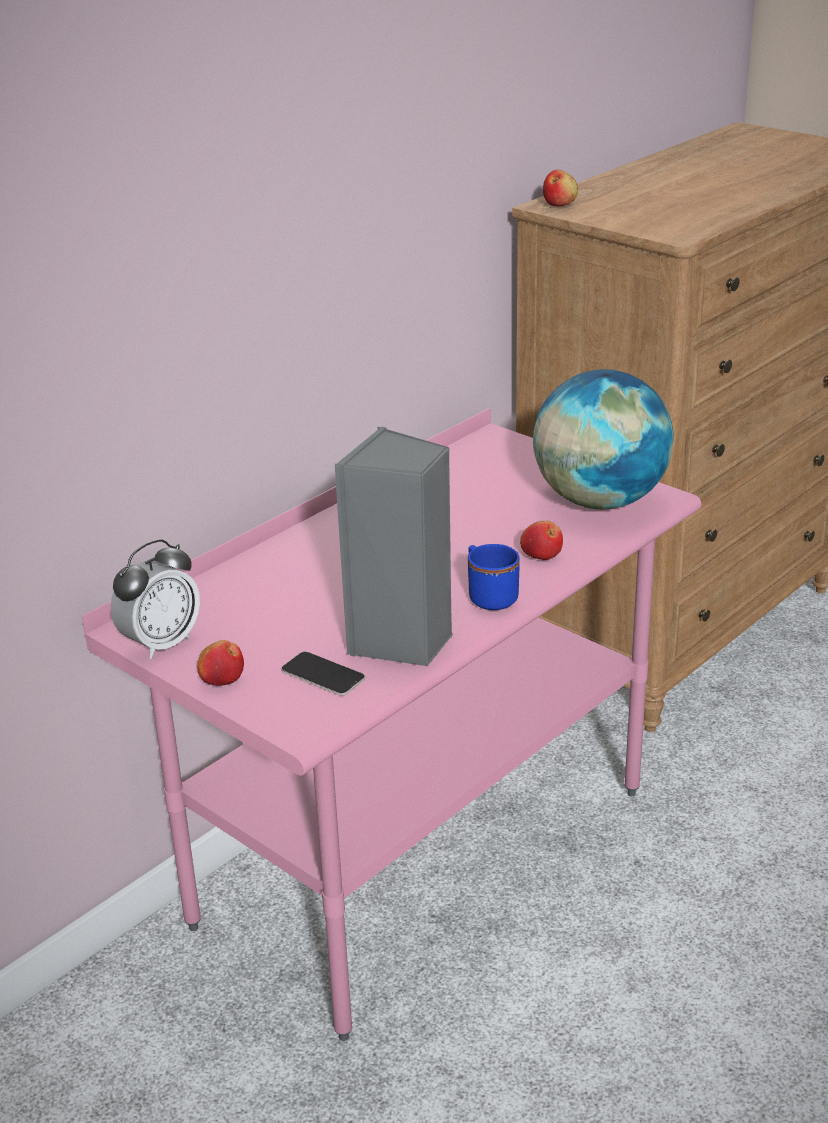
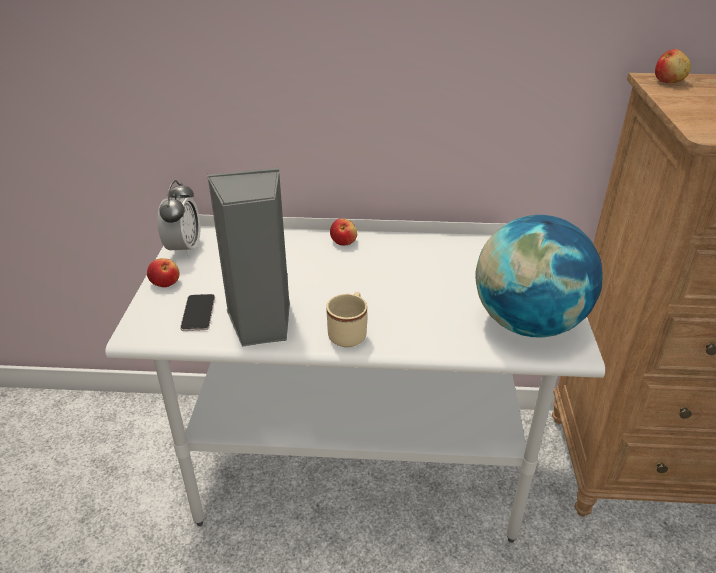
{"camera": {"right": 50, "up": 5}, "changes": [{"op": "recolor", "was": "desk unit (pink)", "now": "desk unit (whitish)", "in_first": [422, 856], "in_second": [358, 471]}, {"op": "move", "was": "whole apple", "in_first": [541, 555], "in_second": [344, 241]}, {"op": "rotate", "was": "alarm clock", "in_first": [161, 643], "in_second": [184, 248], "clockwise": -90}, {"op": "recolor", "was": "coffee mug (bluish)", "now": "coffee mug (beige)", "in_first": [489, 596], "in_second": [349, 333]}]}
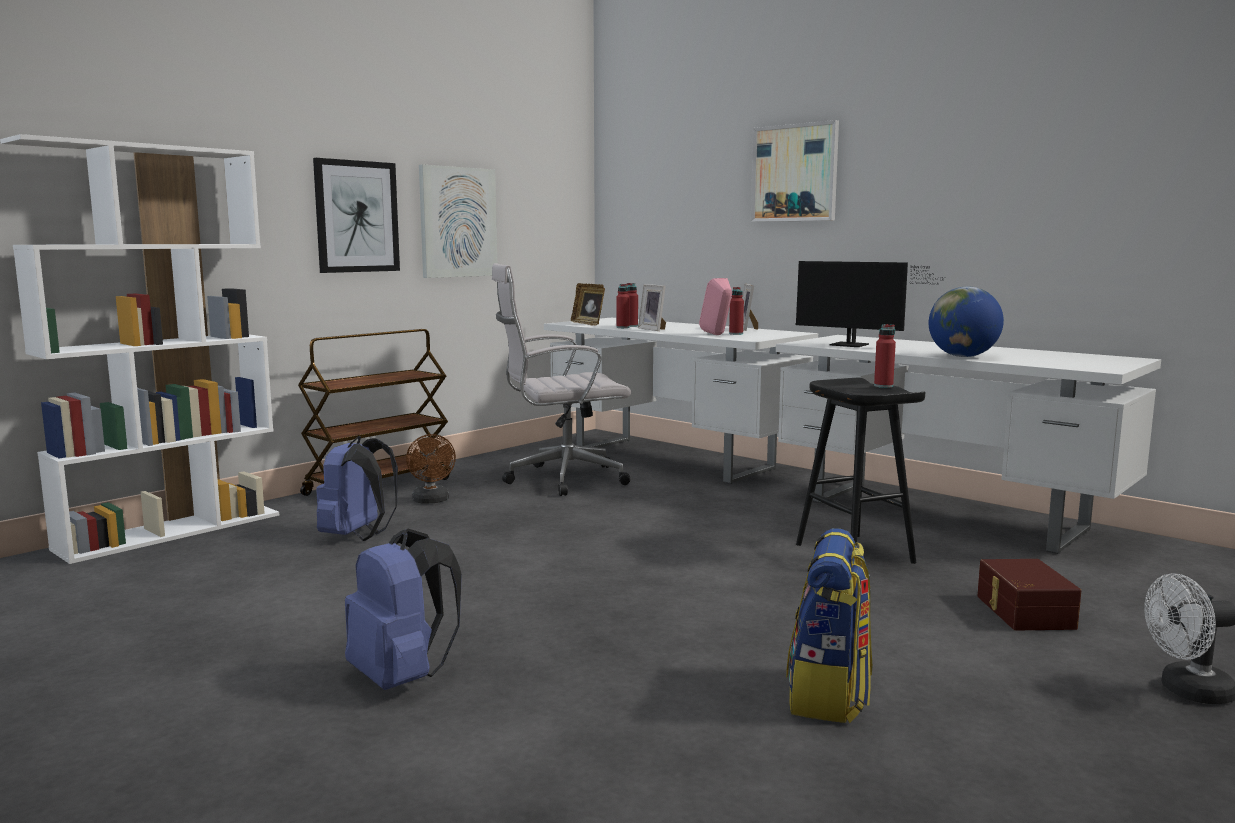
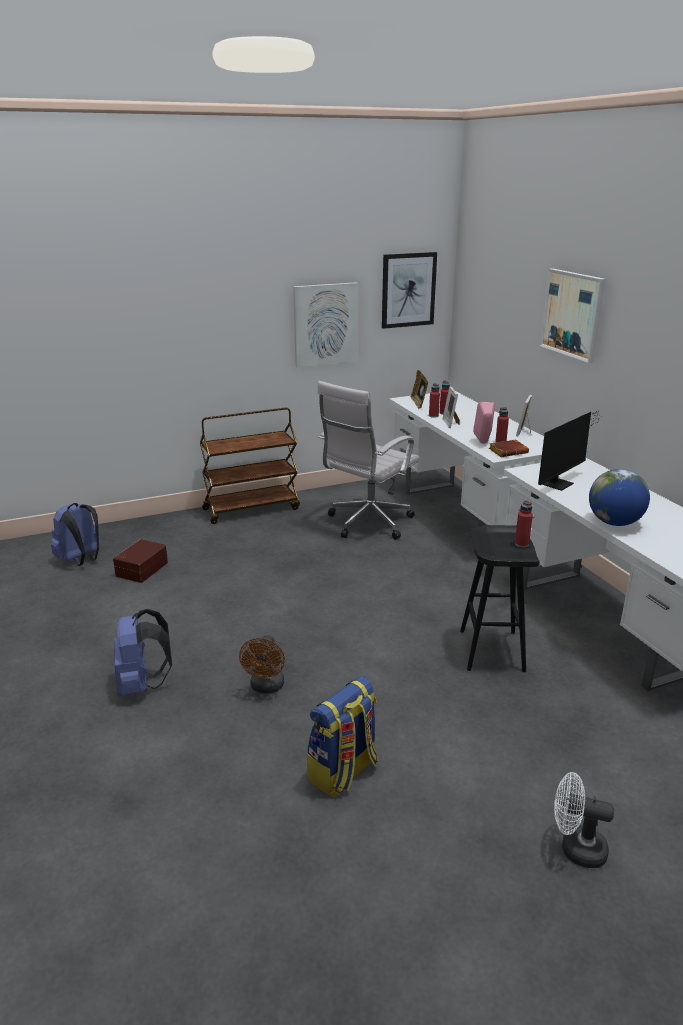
{"camera": {"right": 25, "up": 15}, "changes": [{"op": "delete", "was": "bookshelf (whitish)", "in_first": [171, 531]}, {"op": "move", "was": "wall picture", "in_first": [356, 216], "in_second": [408, 290]}, {"op": "rotate", "was": "computer display", "in_first": [854, 345], "in_second": [560, 482], "clockwise": -105}, {"op": "rotate", "was": "office chair (whitish)", "in_first": [560, 479], "in_second": [367, 524], "clockwise": -60}, {"op": "move", "was": "electric fan (brown)", "in_first": [431, 501], "in_second": [266, 687]}, {"op": "move", "was": "rucksack (bluish)", "in_first": [358, 536], "in_second": [81, 560]}, {"op": "move", "was": "storage container (brown)", "in_first": [1023, 612], "in_second": [141, 569]}, {"op": "insert", "now": "book (brown)", "in_second": [508, 451]}]}
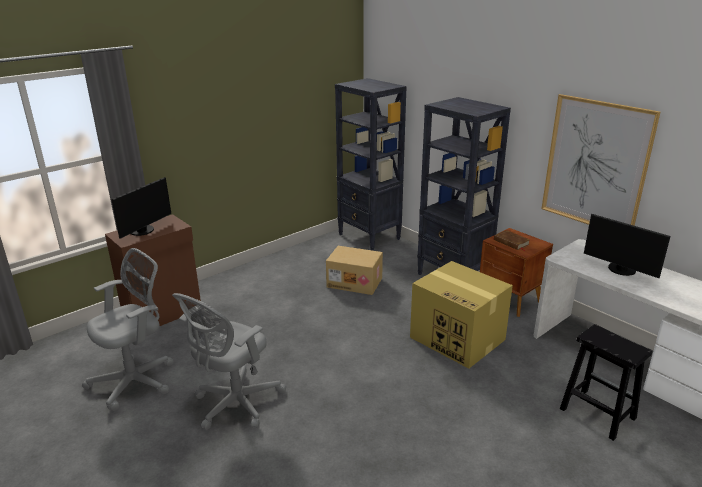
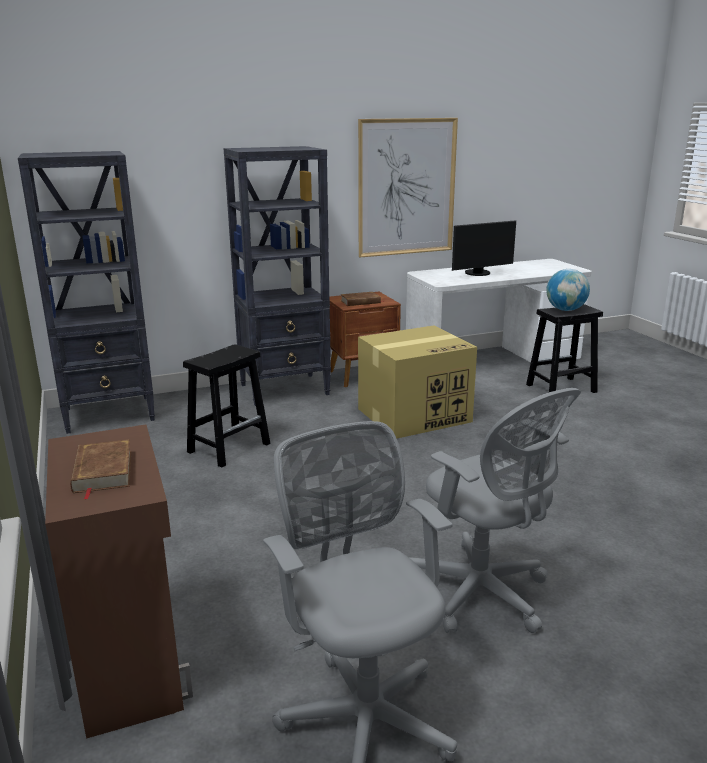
{"camera": {"right": -70, "up": -5}, "changes": [{"op": "replace", "was": "computer display", "now": "book (brown)", "in_first": [144, 231], "in_second": [102, 471]}, {"op": "replace", "was": "packing box", "now": "sitting stool (blackish)", "in_first": [355, 282], "in_second": [229, 447]}, {"op": "insert", "now": "desk globe", "in_second": [565, 310]}]}
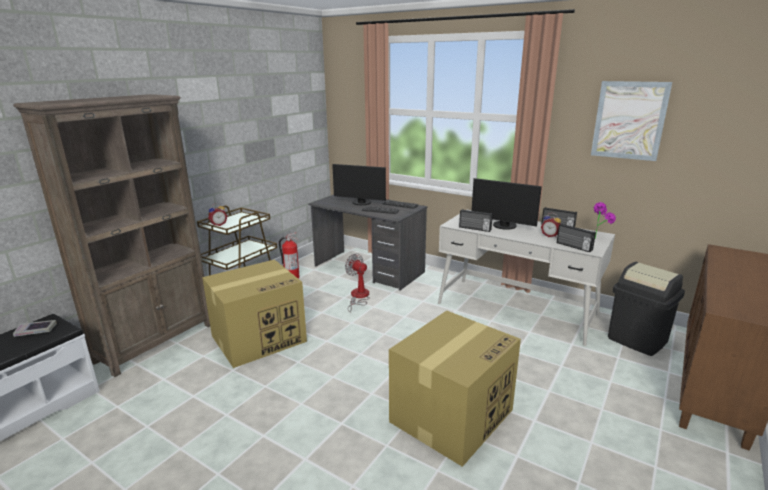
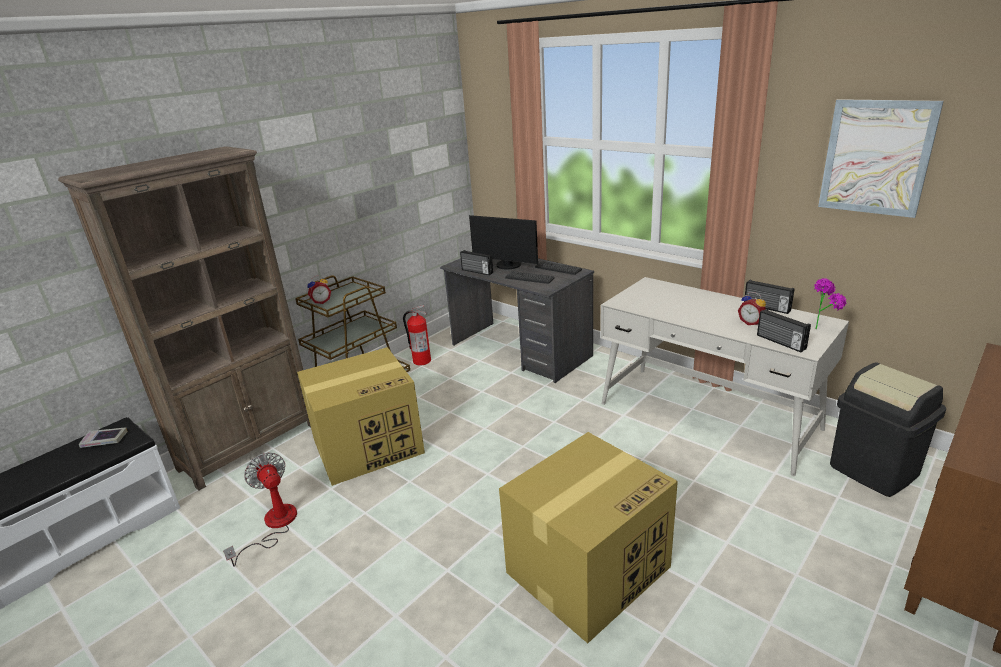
{"camera": {"right": 10, "up": 5}, "changes": [{"op": "delete", "was": "computer display", "in_first": [504, 226]}, {"op": "move", "was": "radio set", "in_first": [474, 228], "in_second": [476, 271]}, {"op": "move", "was": "electric fan", "in_first": [358, 297], "in_second": [273, 525]}]}
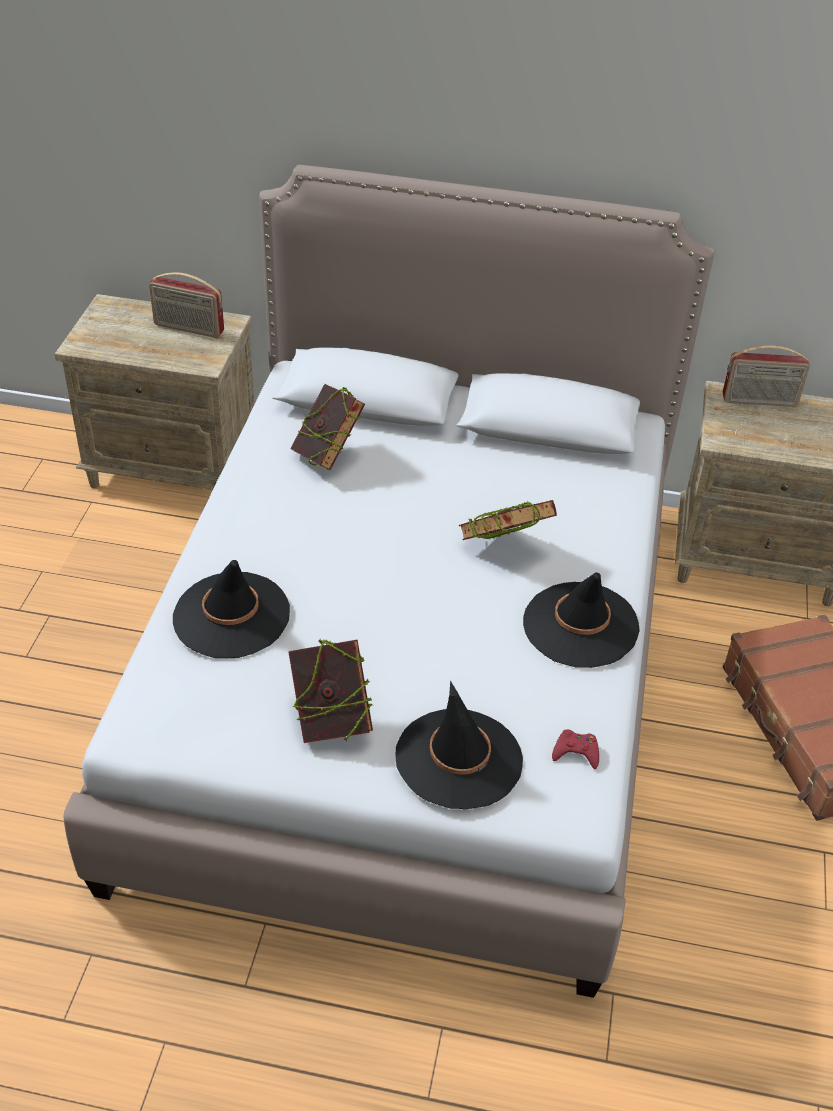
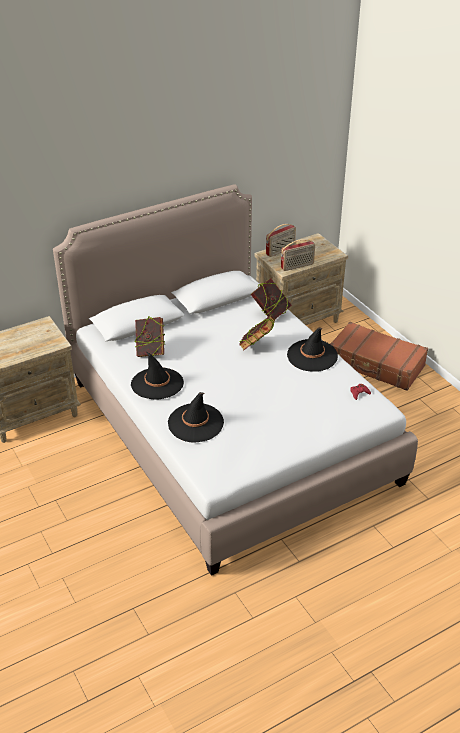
{"camera": {"right": -40, "up": -5}, "changes": [{"op": "move", "was": "radio set", "in_first": [188, 328], "in_second": [297, 266]}, {"op": "move", "was": "book", "in_first": [331, 720], "in_second": [270, 314]}, {"op": "move", "was": "wearable hat (blackish)", "in_first": [459, 759], "in_second": [157, 383]}]}
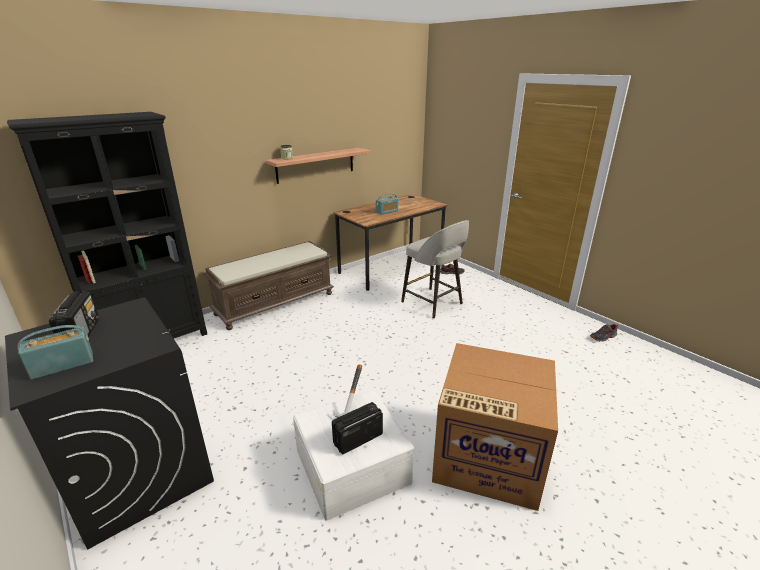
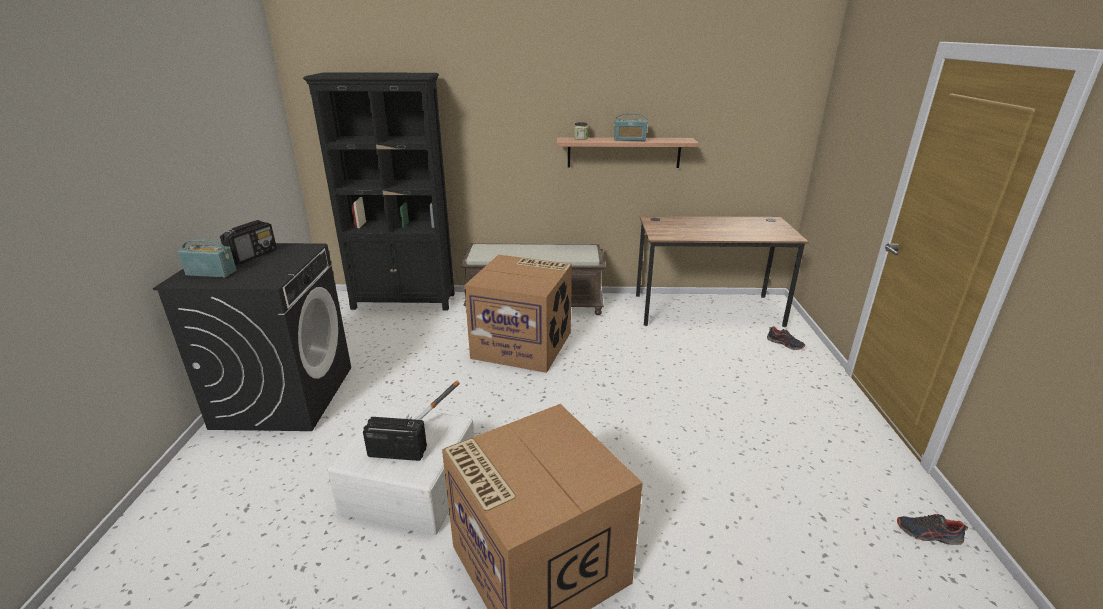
{"camera": {"right": 40, "up": 0}, "changes": [{"op": "move", "was": "radio set", "in_first": [387, 211], "in_second": [629, 139]}, {"op": "delete", "was": "sitting stool (greyish)", "in_first": [433, 303]}, {"op": "insert", "now": "packing box", "in_second": [524, 344]}]}
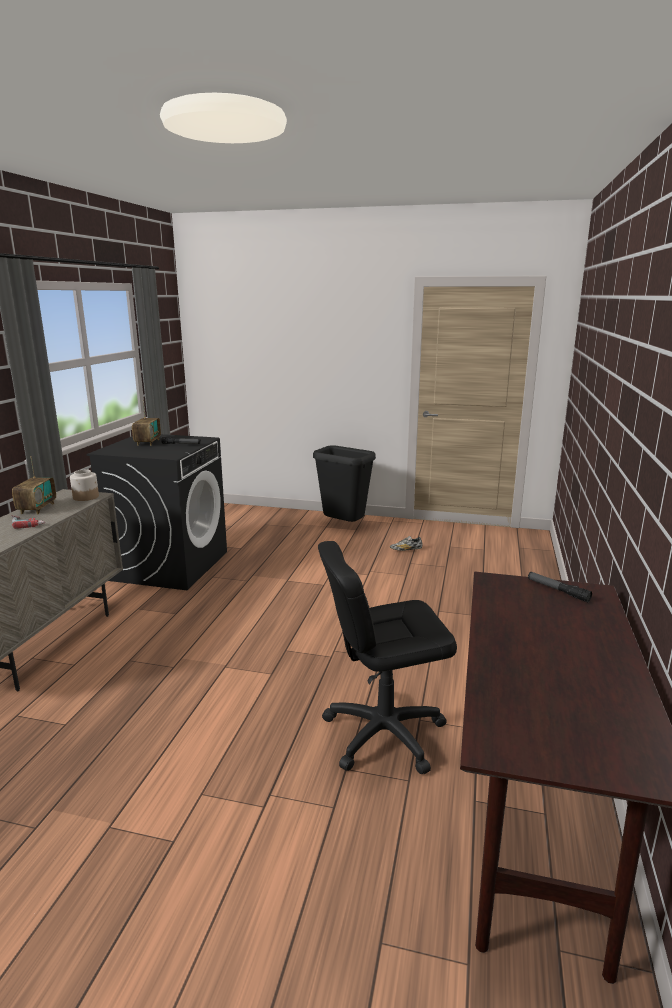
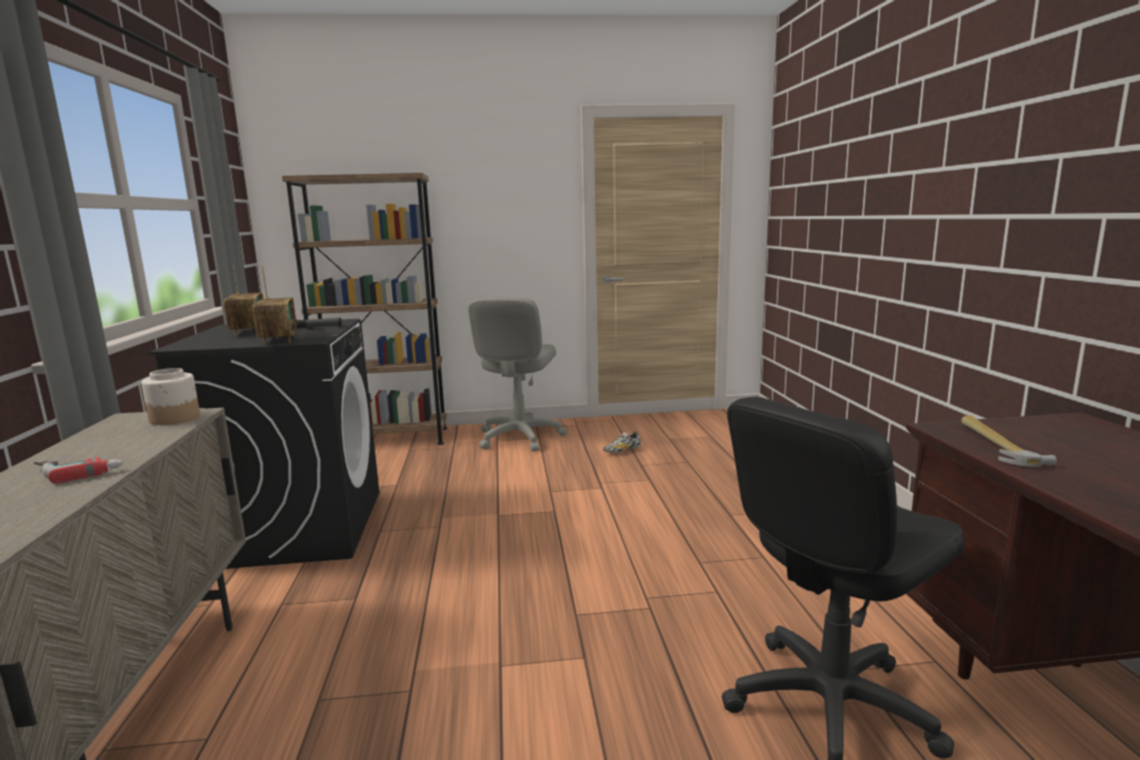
{"camera": {"right": -20, "up": -5}, "changes": [{"op": "replace", "was": "rubbish bin (blackish)", "now": "office chair (greyish)", "in_first": [343, 527], "in_second": [519, 437]}, {"op": "move", "was": "radio set", "in_first": [37, 508], "in_second": [278, 340]}, {"op": "delete", "was": "hand torch", "in_first": [557, 590]}, {"op": "insert", "now": "bookshelf (brown)", "in_second": [386, 439]}, {"op": "insert", "now": "hammer", "in_second": [997, 444]}]}
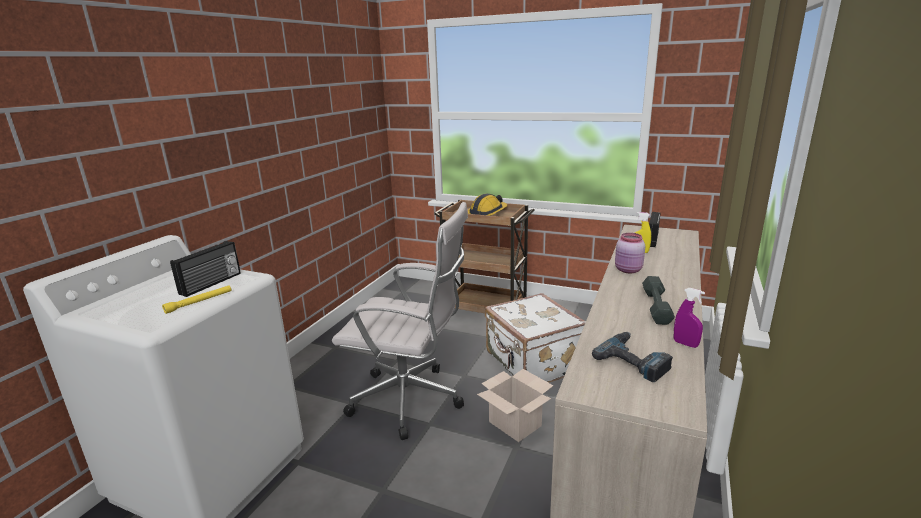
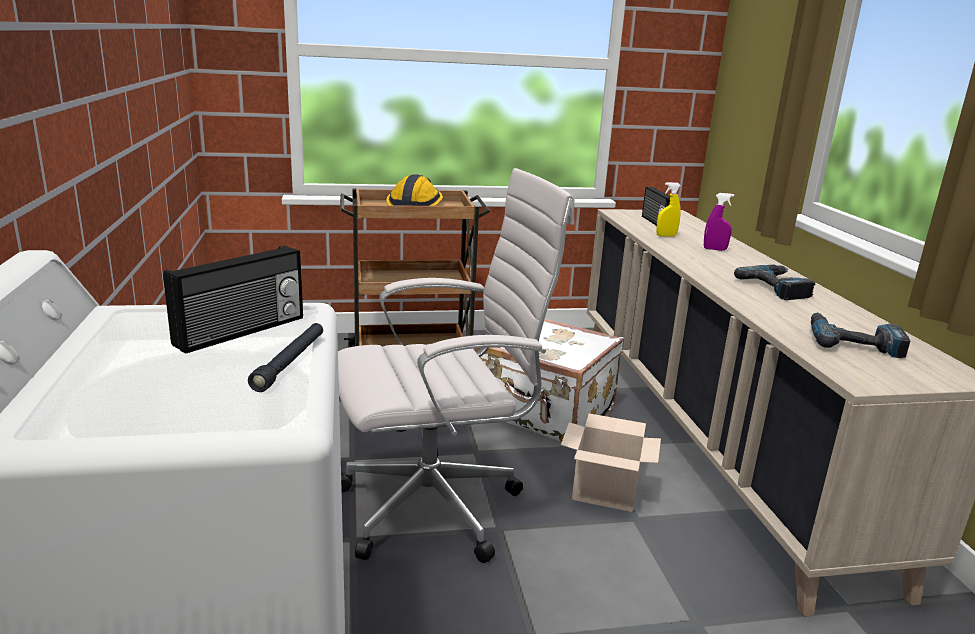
{"camera": {"right": -35, "up": 0}, "changes": [{"op": "delete", "was": "storage jar (pink)", "in_first": [628, 270]}, {"op": "rotate", "was": "radio set", "in_first": [211, 284], "in_second": [242, 332], "clockwise": 45}, {"op": "replace", "was": "free weight (greyish)", "now": "power drill", "in_first": [656, 306], "in_second": [778, 287]}, {"op": "recolor", "was": "hand torch (yellowish)", "now": "hand torch (blackish)", "in_first": [199, 302], "in_second": [290, 362]}, {"op": "move", "was": "sprayer (purplish)", "in_first": [685, 344], "in_second": [715, 249]}]}
